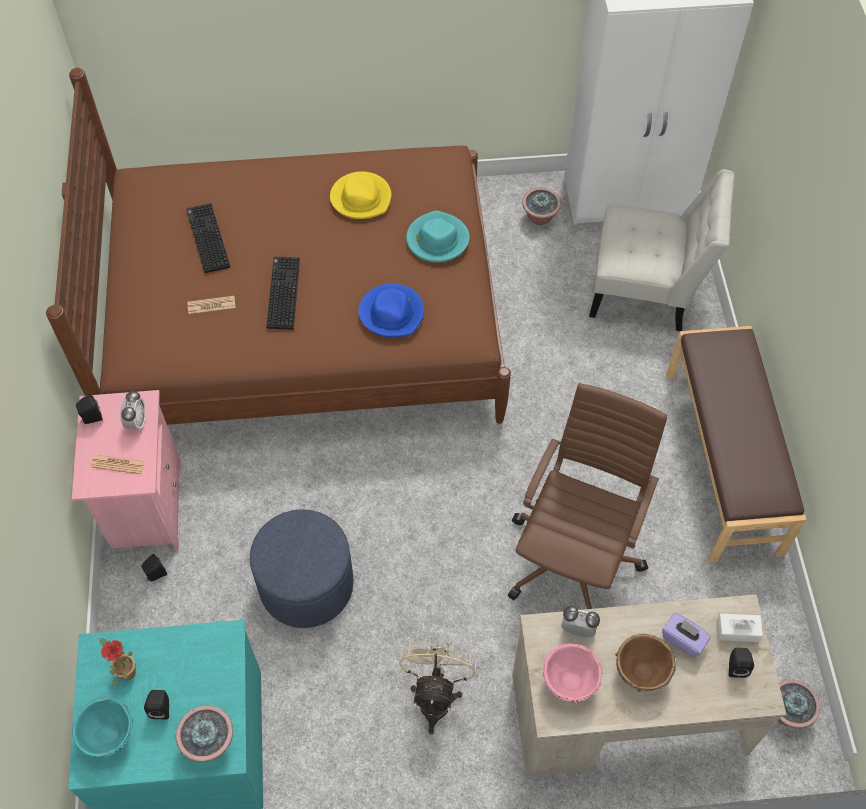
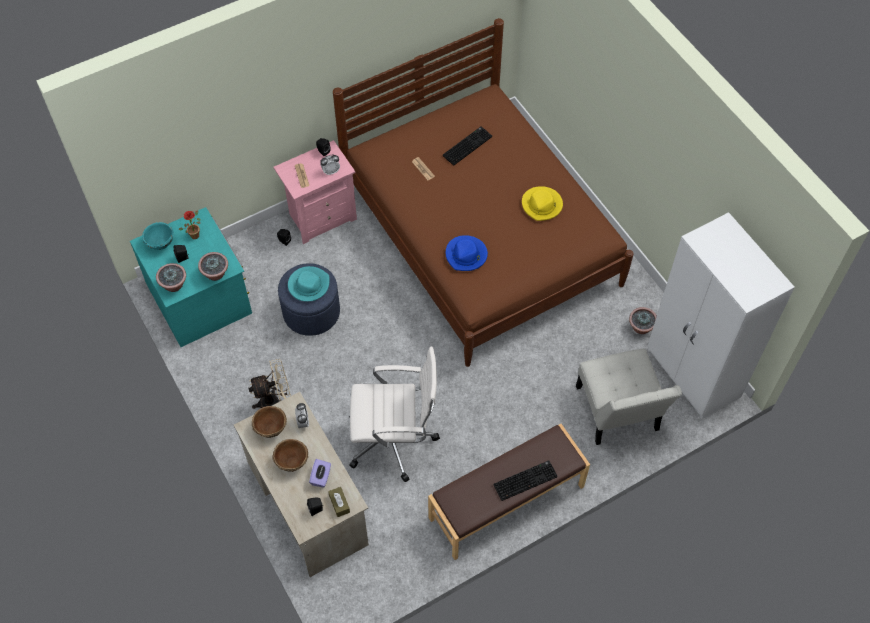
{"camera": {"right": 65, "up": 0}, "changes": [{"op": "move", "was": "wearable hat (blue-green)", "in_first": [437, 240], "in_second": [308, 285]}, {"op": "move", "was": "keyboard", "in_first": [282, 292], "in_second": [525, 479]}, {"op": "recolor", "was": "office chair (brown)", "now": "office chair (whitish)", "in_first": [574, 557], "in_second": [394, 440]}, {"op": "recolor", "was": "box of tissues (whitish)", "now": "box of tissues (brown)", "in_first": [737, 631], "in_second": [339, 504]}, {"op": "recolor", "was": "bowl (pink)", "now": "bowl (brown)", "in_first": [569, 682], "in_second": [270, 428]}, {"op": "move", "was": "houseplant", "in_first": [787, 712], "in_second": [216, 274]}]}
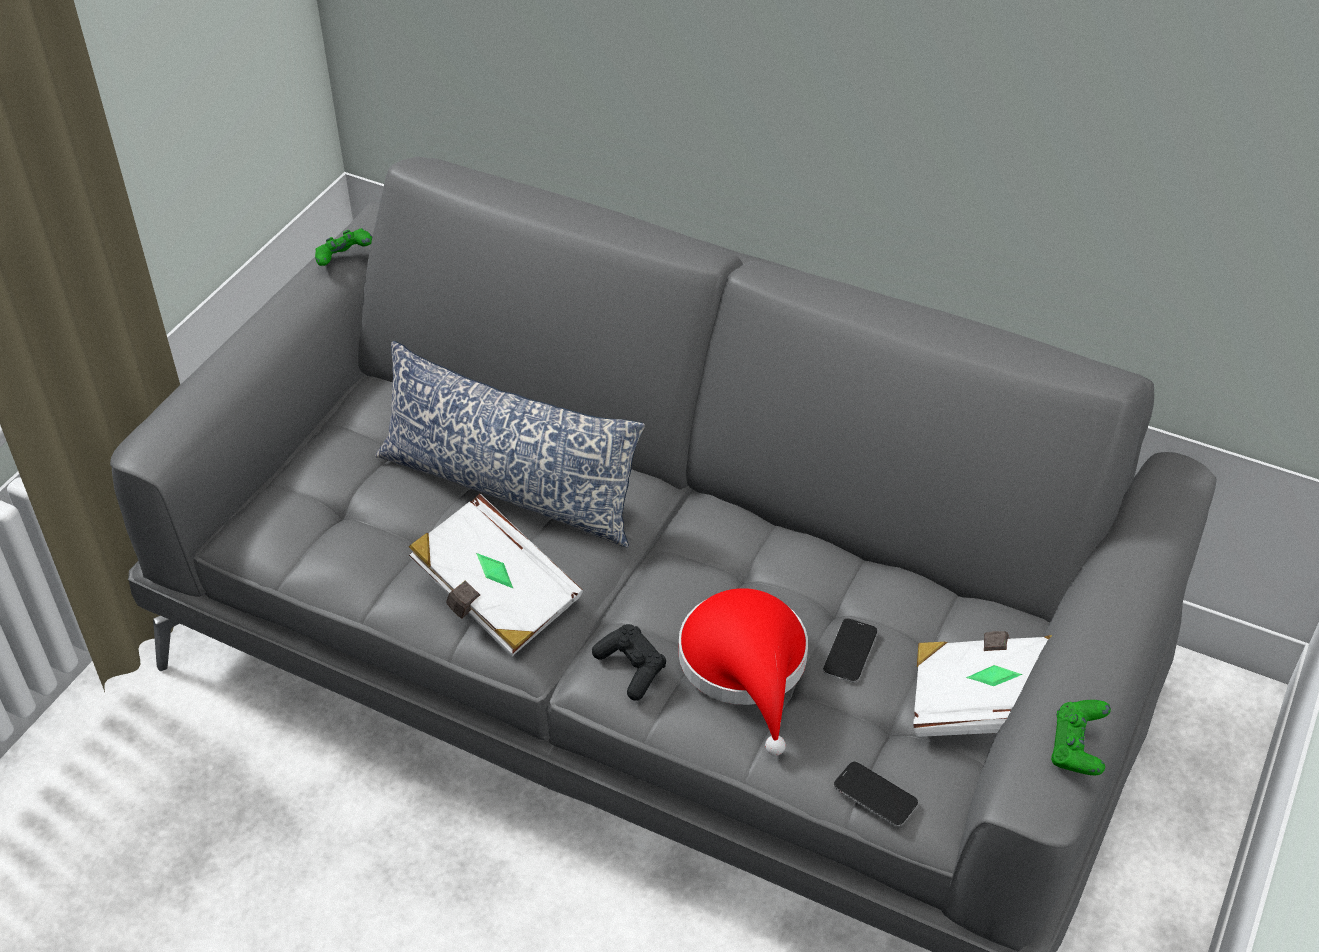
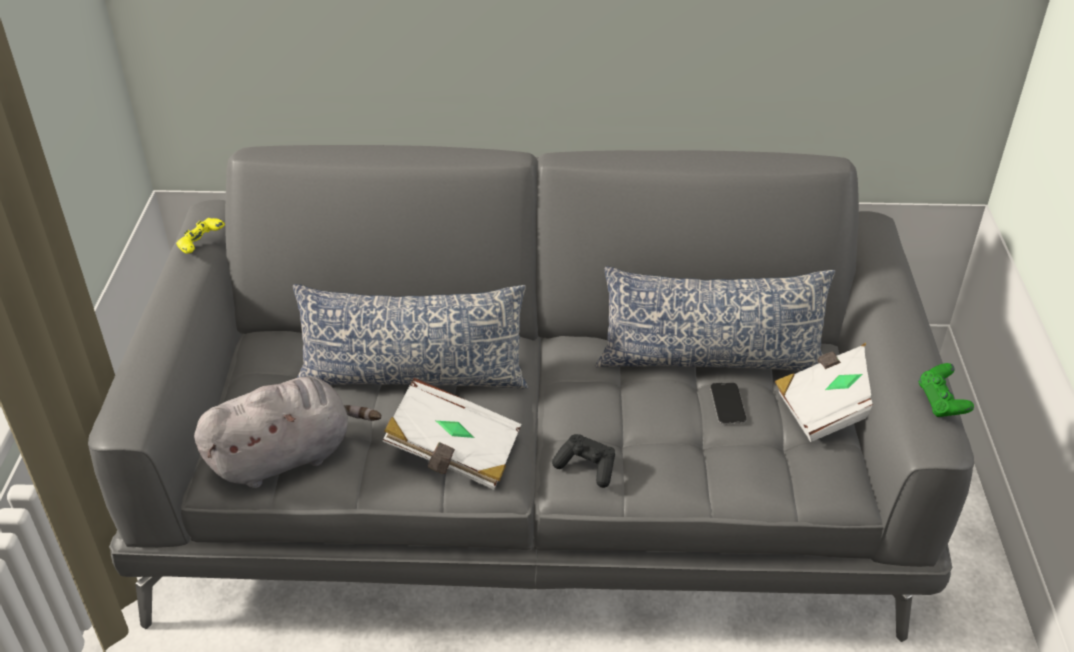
{"camera": {"right": -25, "up": -5}, "changes": [{"op": "recolor", "was": "gamepad (green)", "now": "gamepad (yellowish)", "in_first": [345, 260], "in_second": [202, 246]}, {"op": "delete", "was": "wearable hat (red-coloured)", "in_first": [746, 667]}, {"op": "delete", "was": "phone", "in_first": [875, 795]}, {"op": "insert", "now": "cushion", "in_second": [709, 359]}, {"op": "insert", "now": "cuddly toy (greyish)", "in_second": [287, 456]}]}
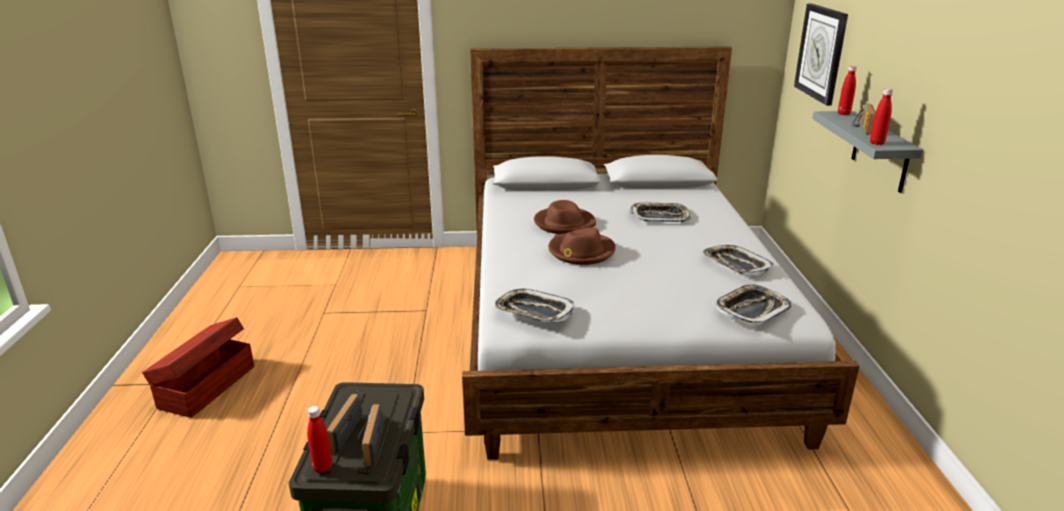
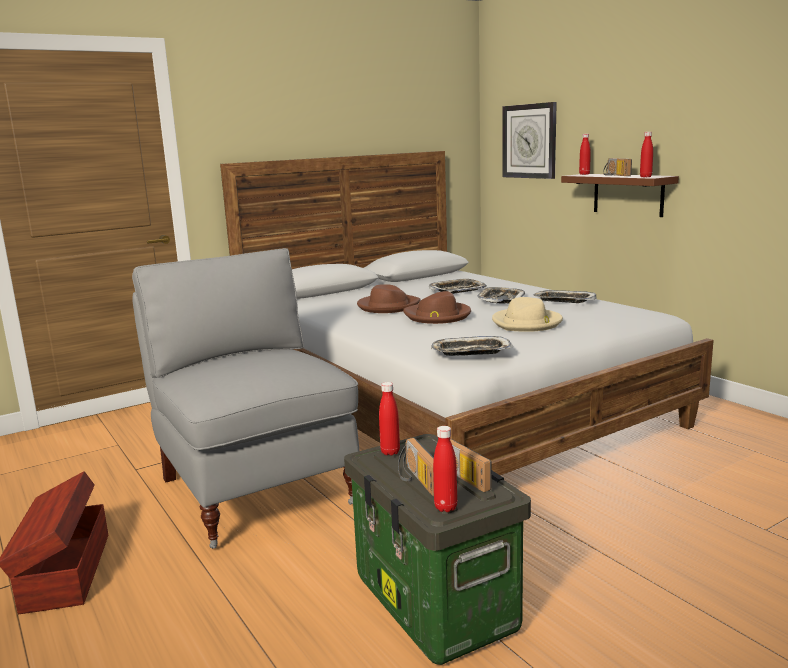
{"camera": {"right": -30, "up": -10}, "changes": [{"op": "recolor", "was": "wall shelf (greyish)", "now": "wall shelf (brown)", "in_first": [880, 152], "in_second": [628, 194]}, {"op": "move", "was": "serving tray", "in_first": [752, 309], "in_second": [500, 299]}, {"op": "insert", "now": "upright chair (greyish)", "in_second": [256, 490]}, {"op": "insert", "now": "wearable hat (beige)", "in_second": [527, 323]}, {"op": "insert", "now": "beverage bottle (red-coloured)", "in_second": [390, 452]}]}
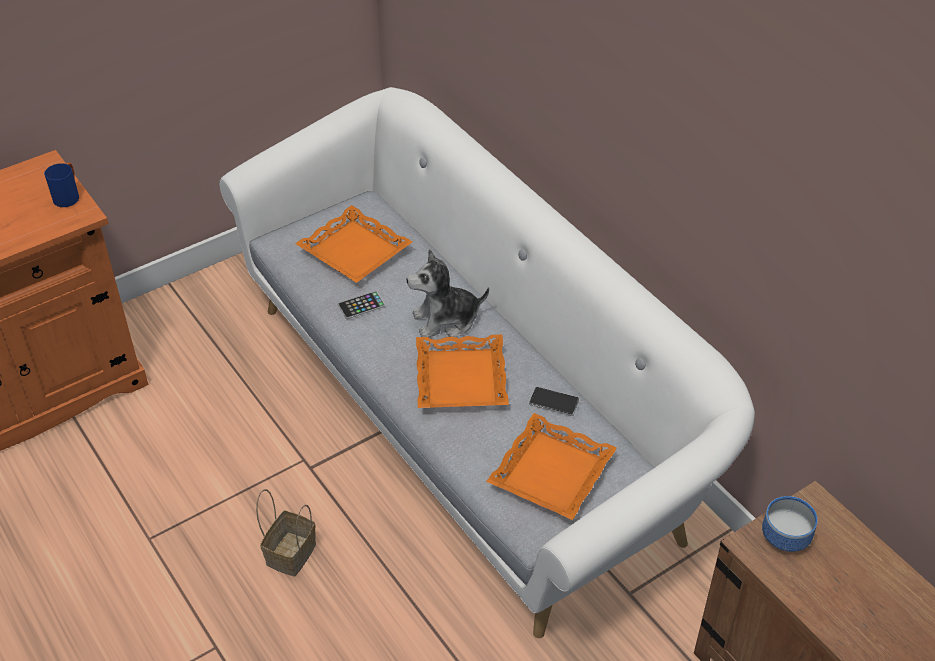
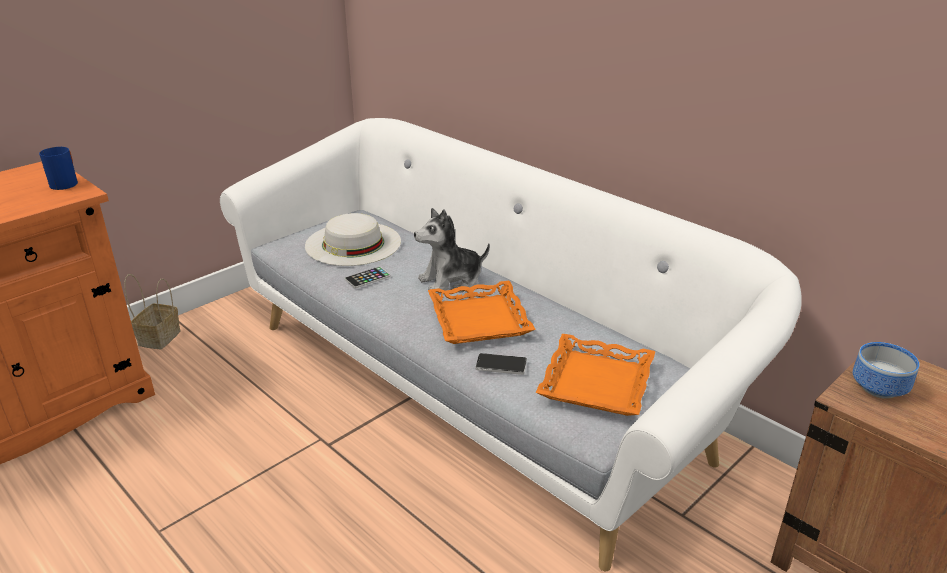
{"camera": {"right": -10, "up": -15}, "changes": [{"op": "replace", "was": "serving tray (orange-coloured)", "now": "wearable hat (whitish)", "in_first": [355, 251], "in_second": [353, 243]}, {"op": "move", "was": "phone", "in_first": [554, 402], "in_second": [501, 365]}, {"op": "move", "was": "storage basket", "in_first": [291, 552], "in_second": [159, 337]}]}
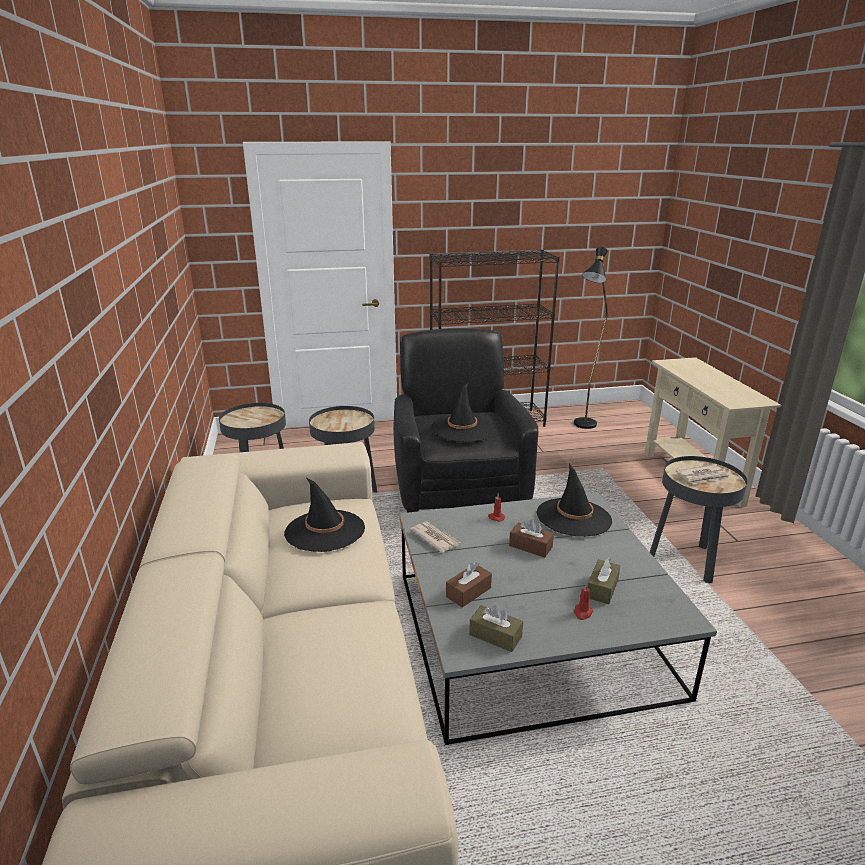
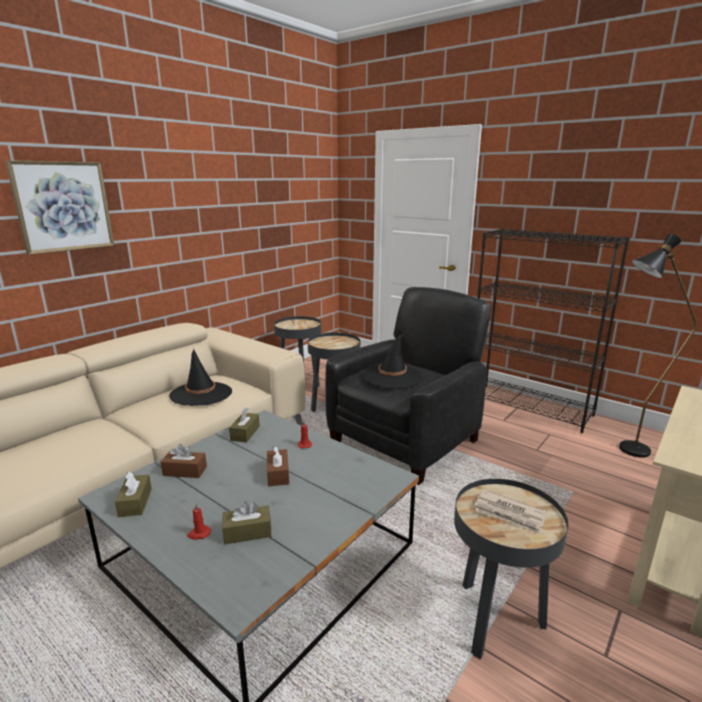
{"camera": {"right": 50, "up": -5}, "changes": [{"op": "delete", "was": "wearable hat (blackish)", "in_first": [573, 517]}, {"op": "replace", "was": "newspaper", "now": "box of tissues (brown)", "in_first": [435, 538], "in_second": [245, 433]}, {"op": "insert", "now": "wall picture", "in_second": [63, 206]}]}
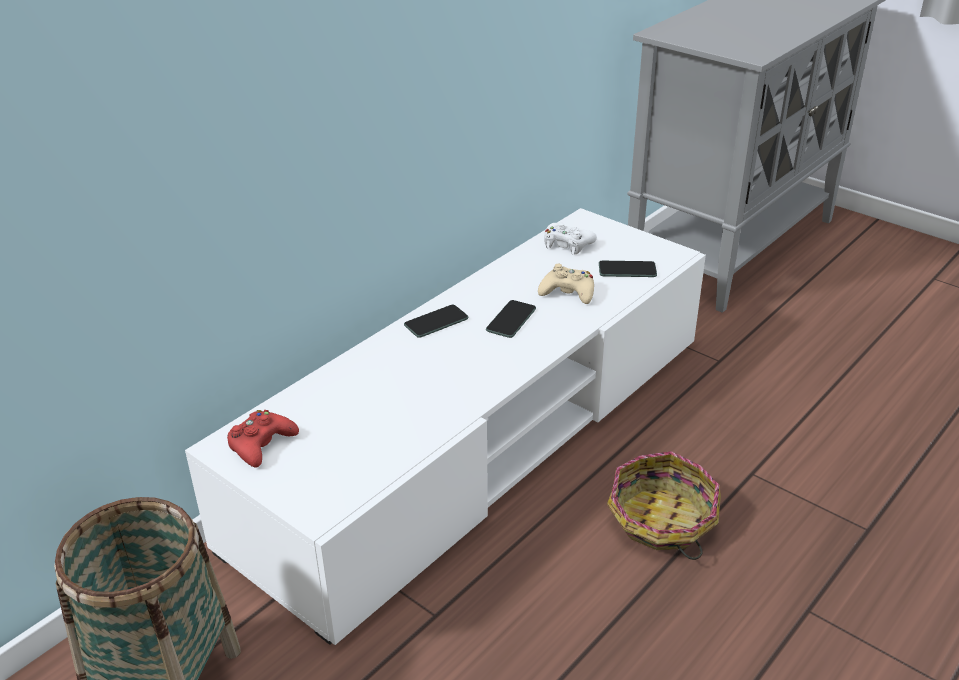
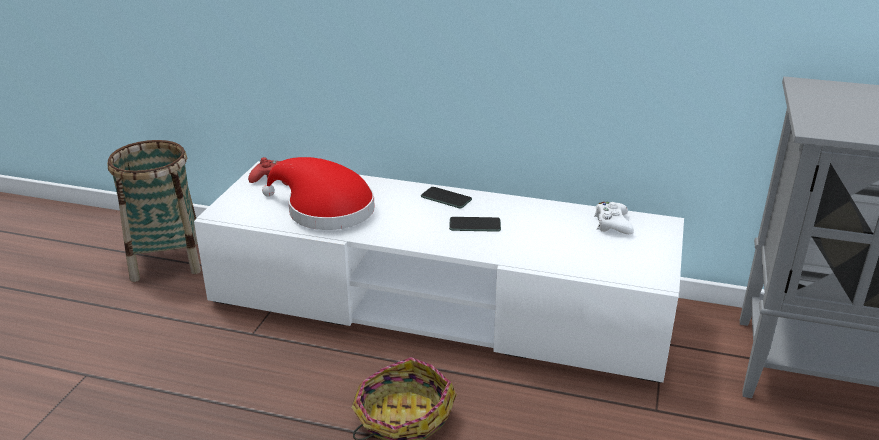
{"camera": {"right": 65, "up": -5}, "changes": [{"op": "delete", "was": "phone", "in_first": [627, 270]}, {"op": "delete", "was": "gamepad (beige)", "in_first": [568, 292]}, {"op": "insert", "now": "wearable hat (red-coloured)", "in_second": [324, 210]}]}
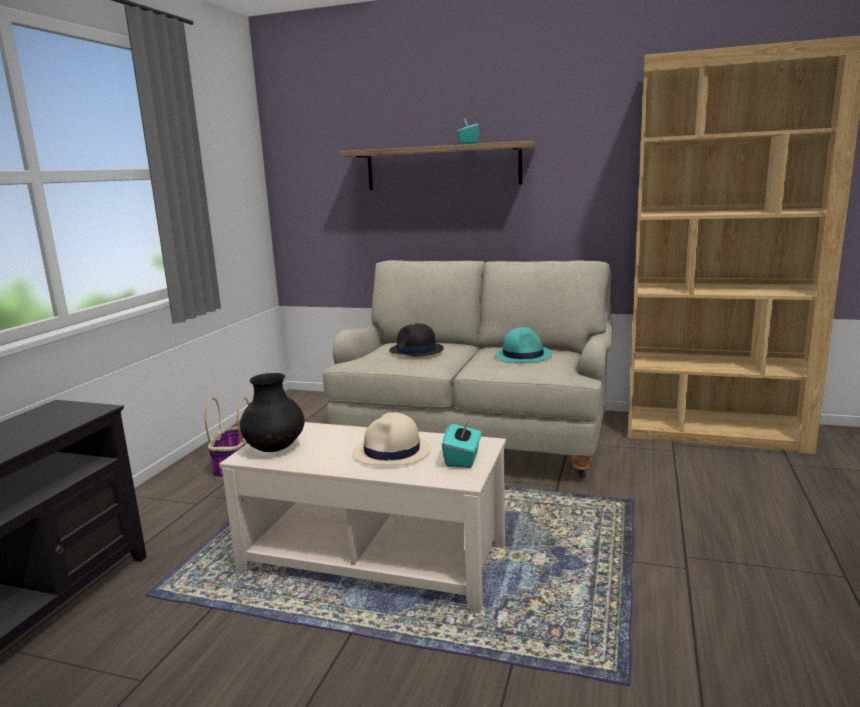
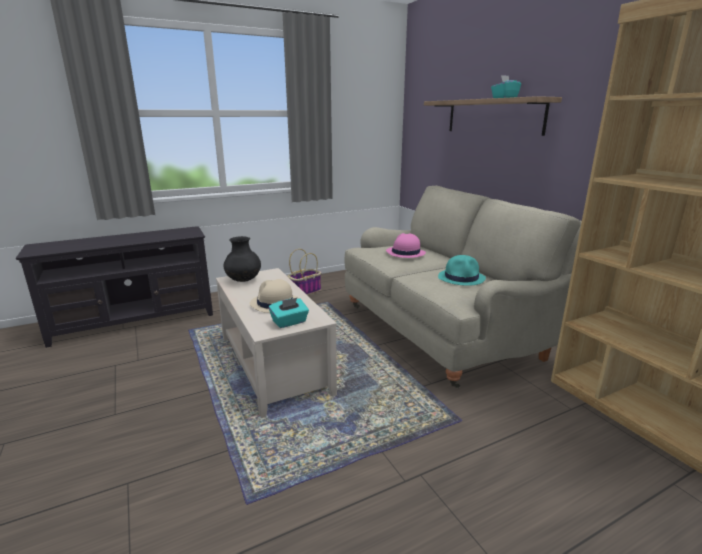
{"camera": {"right": 45, "up": 5}, "changes": [{"op": "recolor", "was": "wearable hat (blackish)", "now": "wearable hat (pink)", "in_first": [416, 350], "in_second": [405, 253]}]}
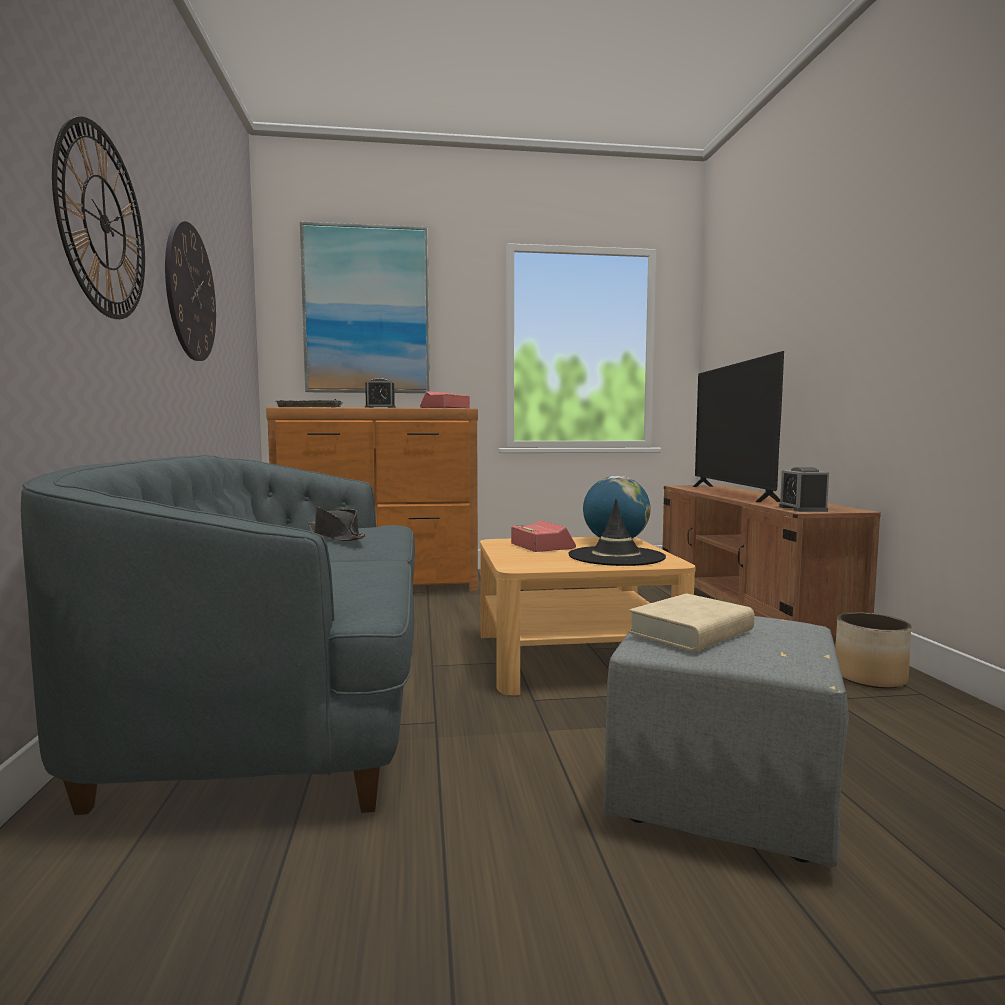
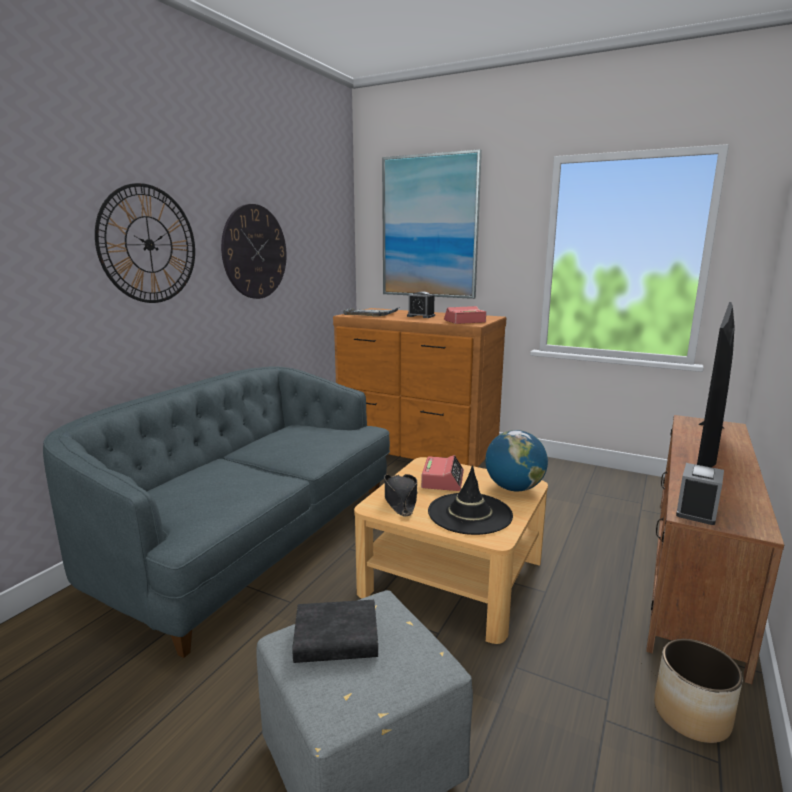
{"camera": {"right": 35, "up": 10}, "changes": [{"op": "move", "was": "wearable hat (blackish)", "in_first": [336, 536], "in_second": [400, 500]}, {"op": "recolor", "was": "book (beige)", "now": "book (blackish)", "in_first": [691, 632], "in_second": [336, 638]}]}
